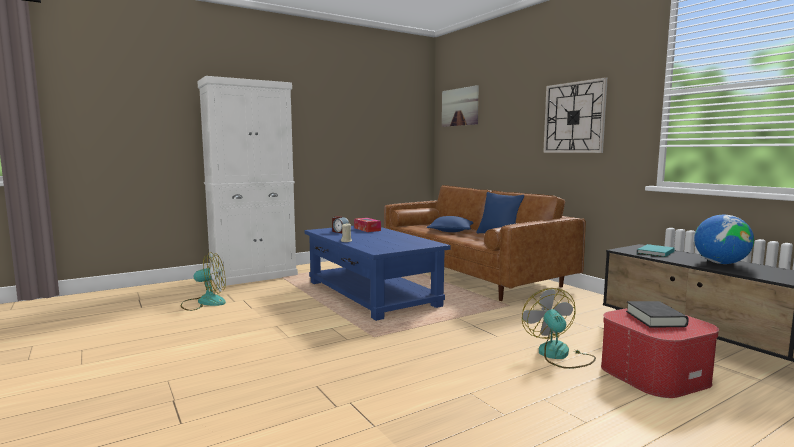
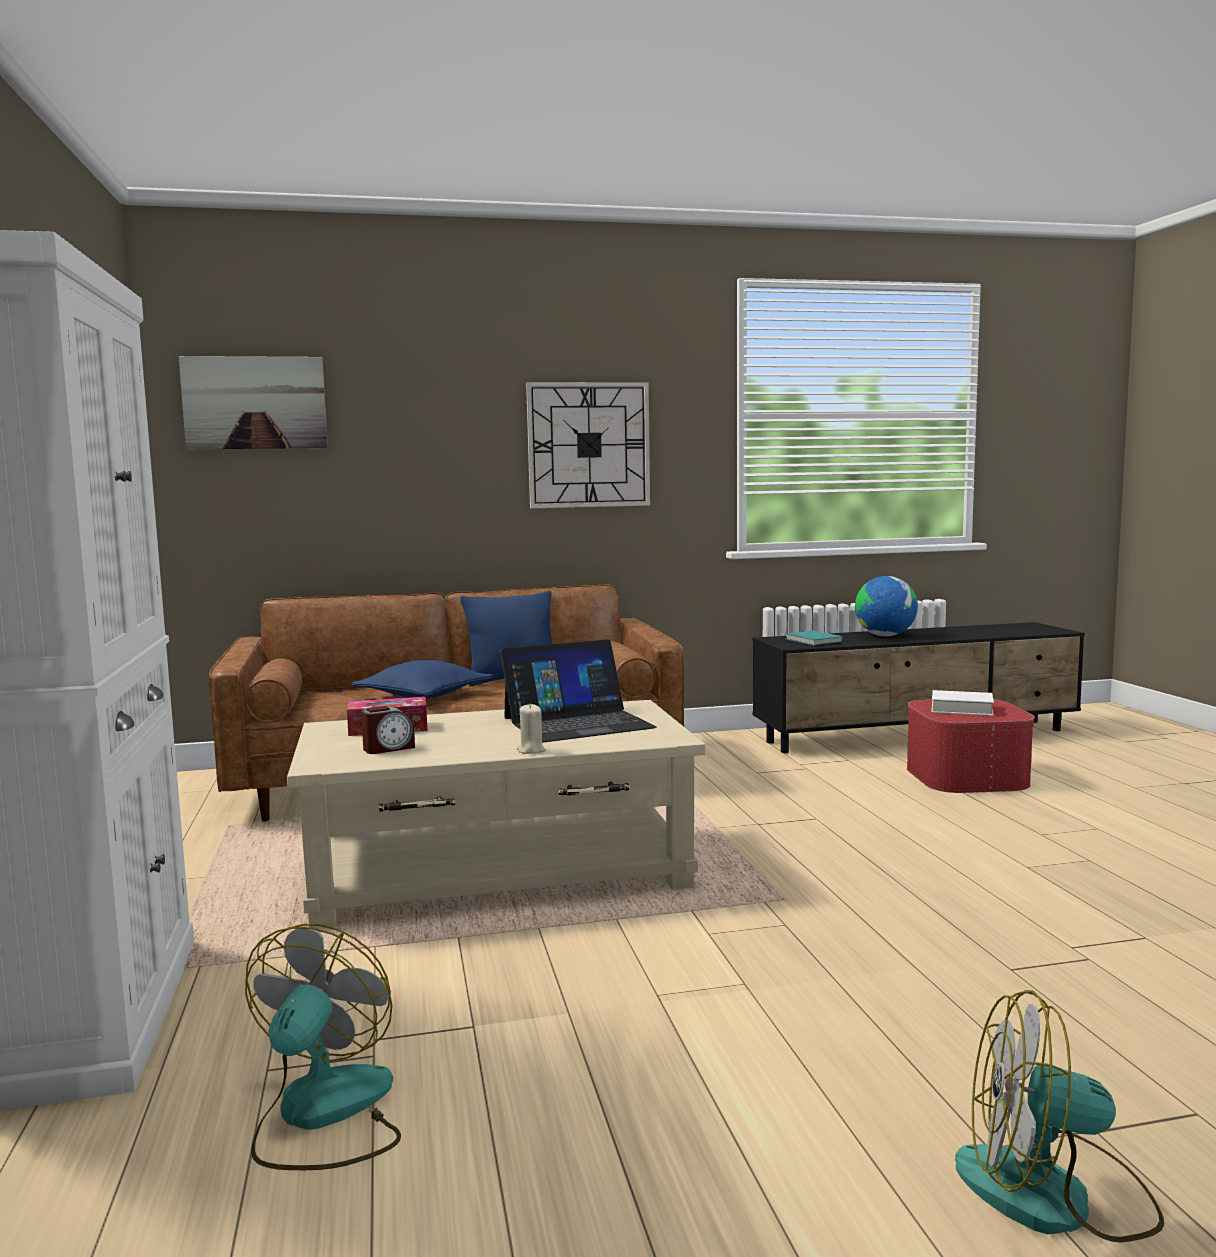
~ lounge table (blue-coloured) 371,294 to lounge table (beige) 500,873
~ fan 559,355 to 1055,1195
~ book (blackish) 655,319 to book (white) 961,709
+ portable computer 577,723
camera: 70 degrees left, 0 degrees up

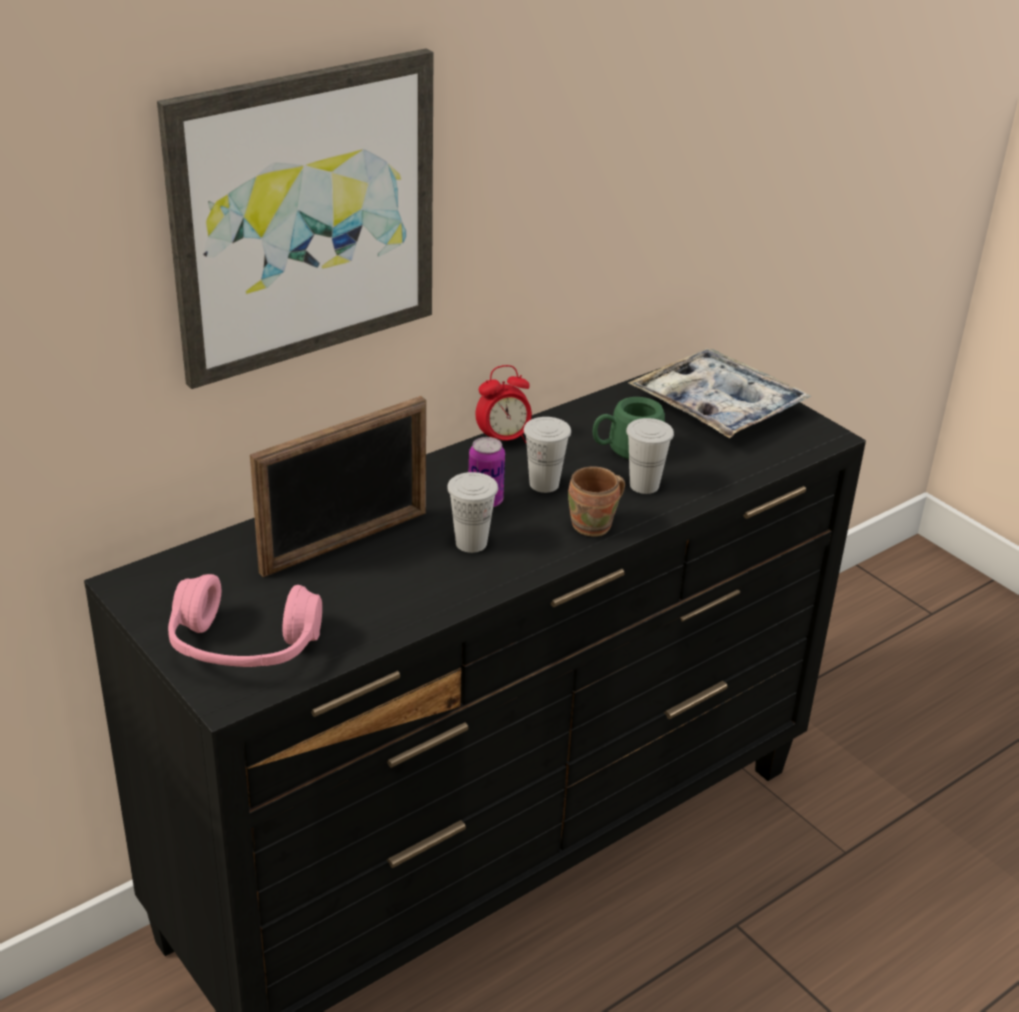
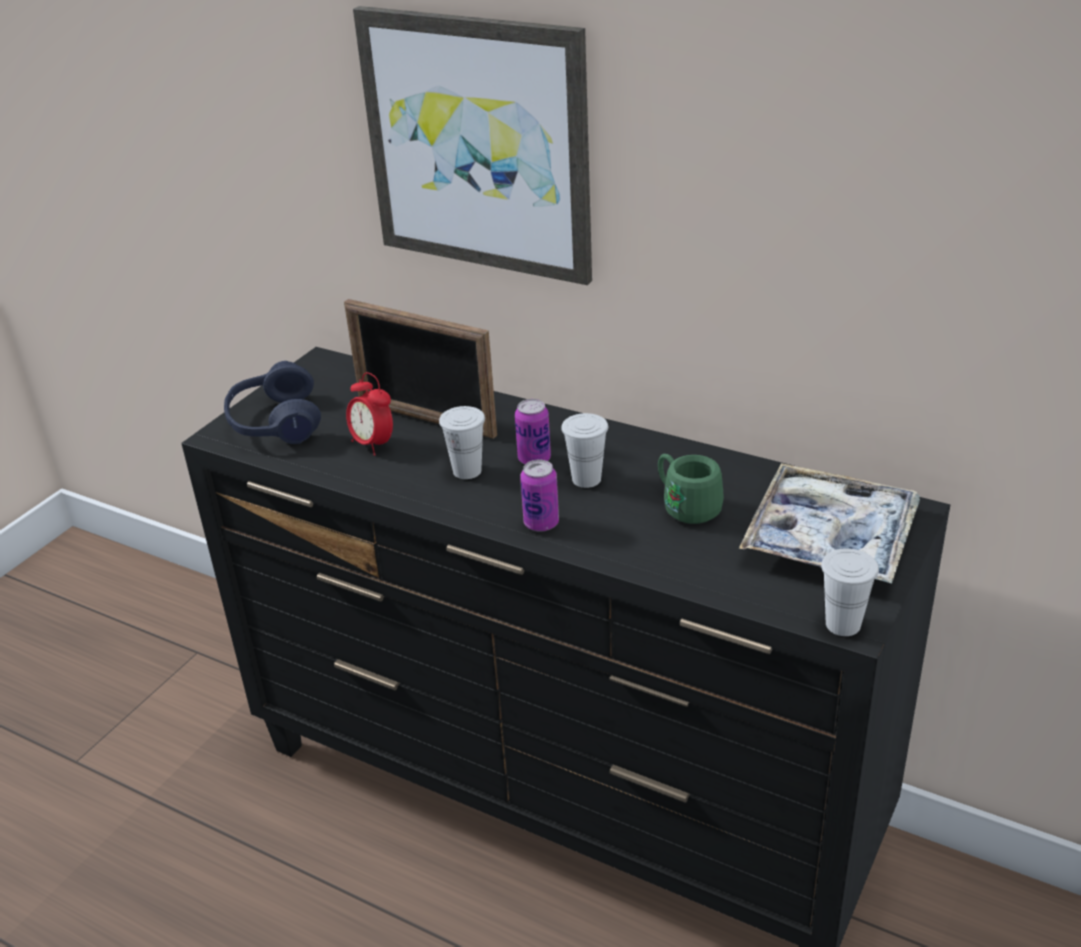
~ bedside clock 503,440 to 373,444
~ cup (white) 644,485 to 843,624
~ tea mug (brownish) 595,526 to metal can 541,523
~ headphones (pink-coloured) 243,647 to headphones (blue-coloured) 274,423
camera: 70 degrees right, 0 degrees up

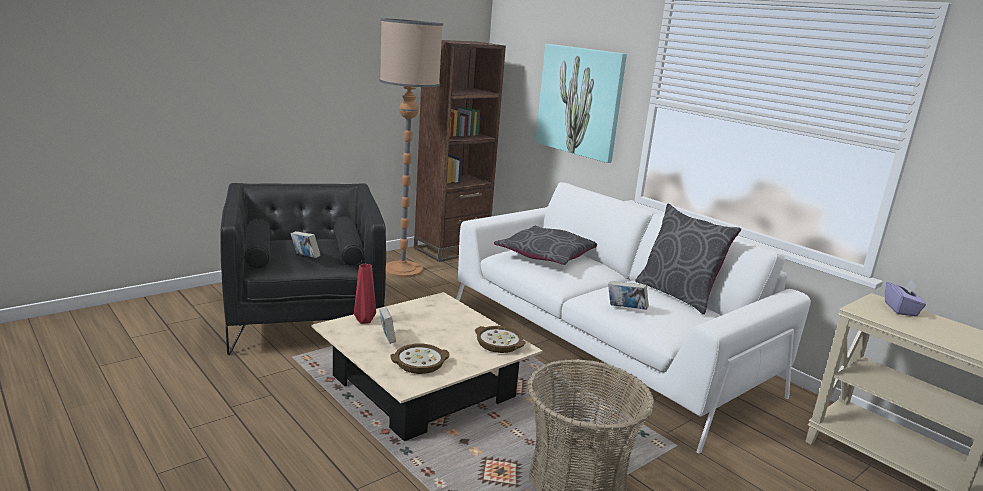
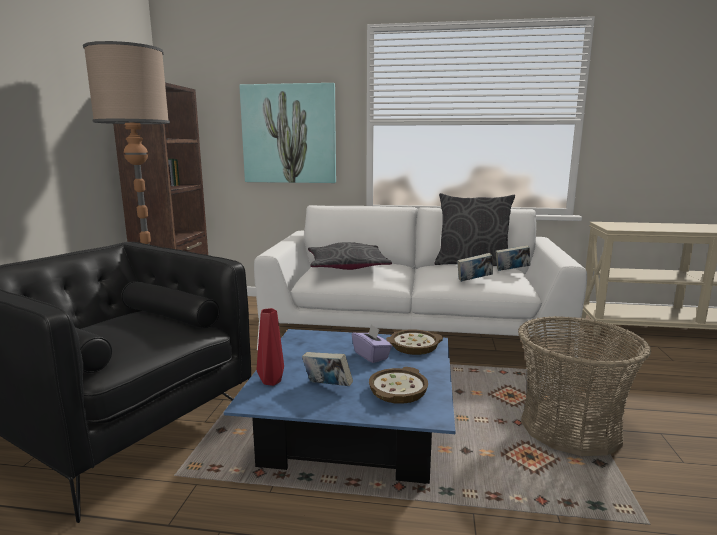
~ book 305,258 to 511,270
~ tissue holder (purple) 901,309 to 371,355
~ lounge table (beige) 424,387 to lounge table (blue-coloured) 355,426
camera: 40 degrees left, 5 degrees down

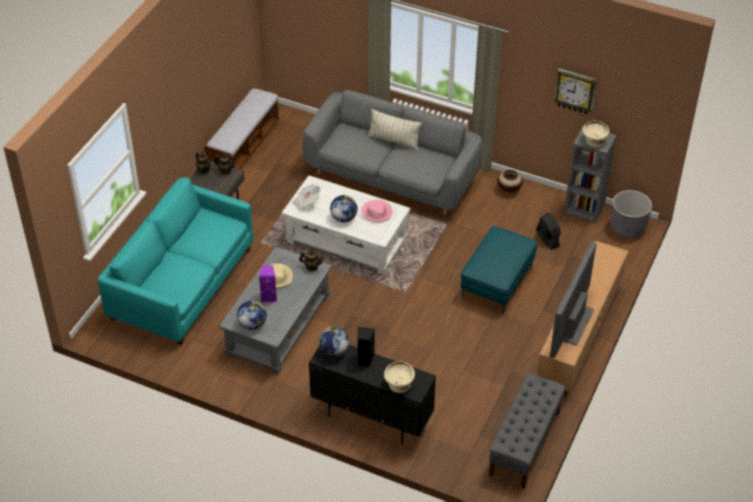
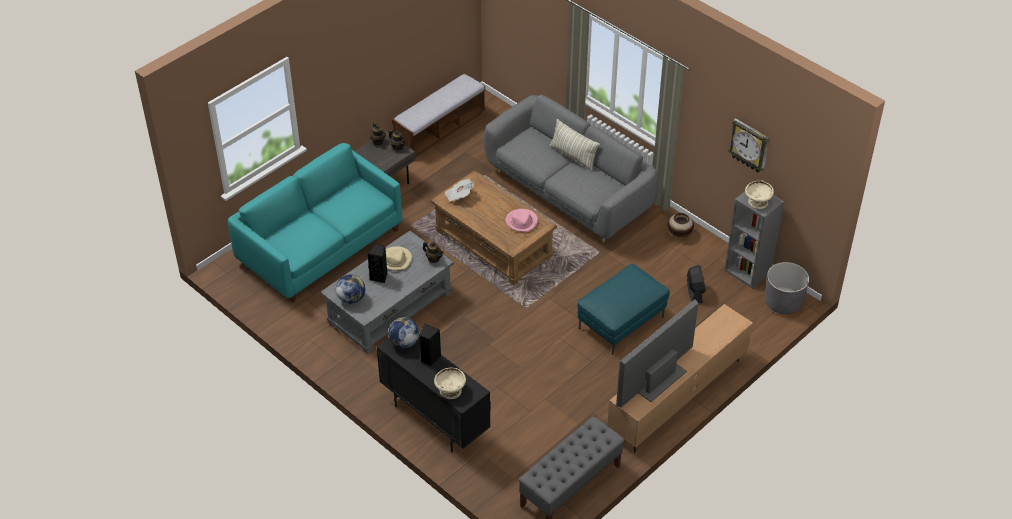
~ lounge table (white) 346,241 to lounge table (brownish) 493,244
- world globe 343,218
~ speaker (purple) 269,297 to speaker (blackish) 380,277
camera: 20 degrees right, 0 degrees up

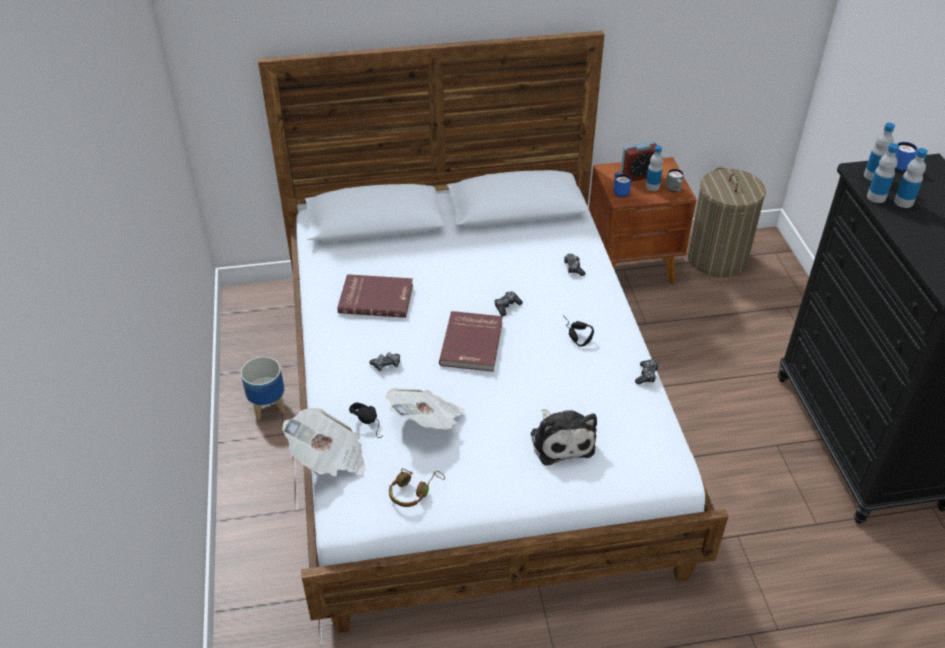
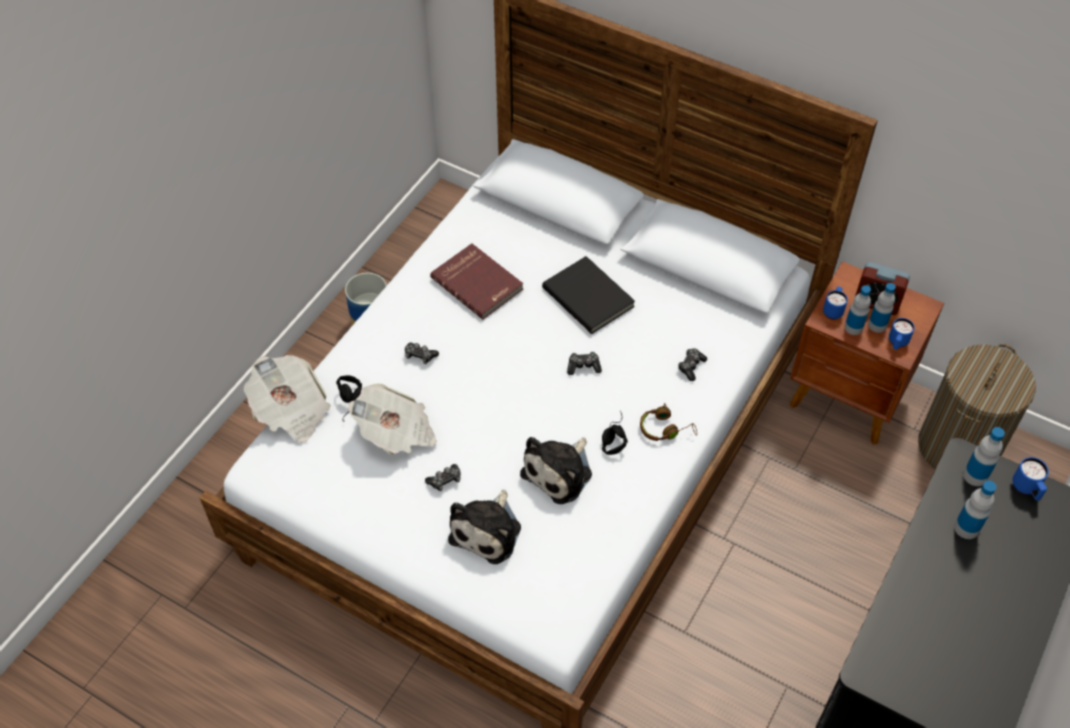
~ beverage bottle 876,197 to 853,327
~ tea mug (gray) 674,190 to tea mug (blue-coloured) 897,343
- book (reddish) 473,343
~ gamepad 646,375 to 445,480
~ headphones (brownish) 414,491 to 665,429
+ book (blackish) 589,296
+ soft toy 560,472
camera: 40 degrees right, 10 degrees up

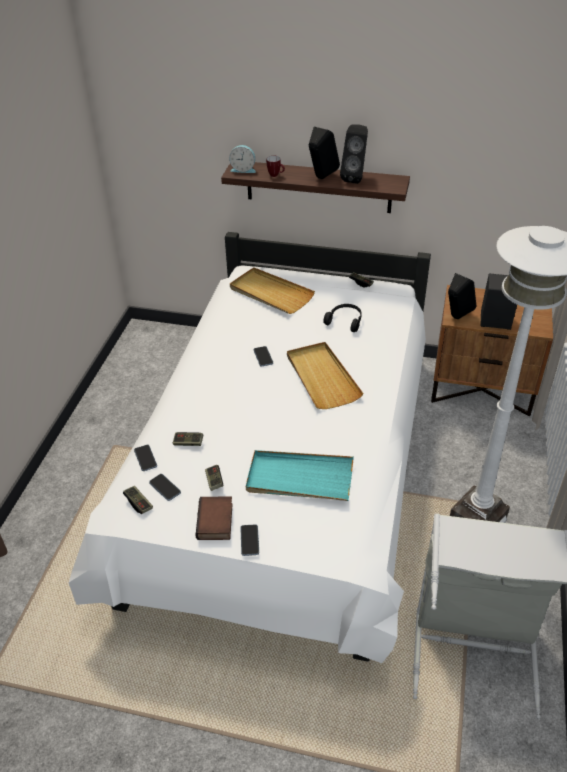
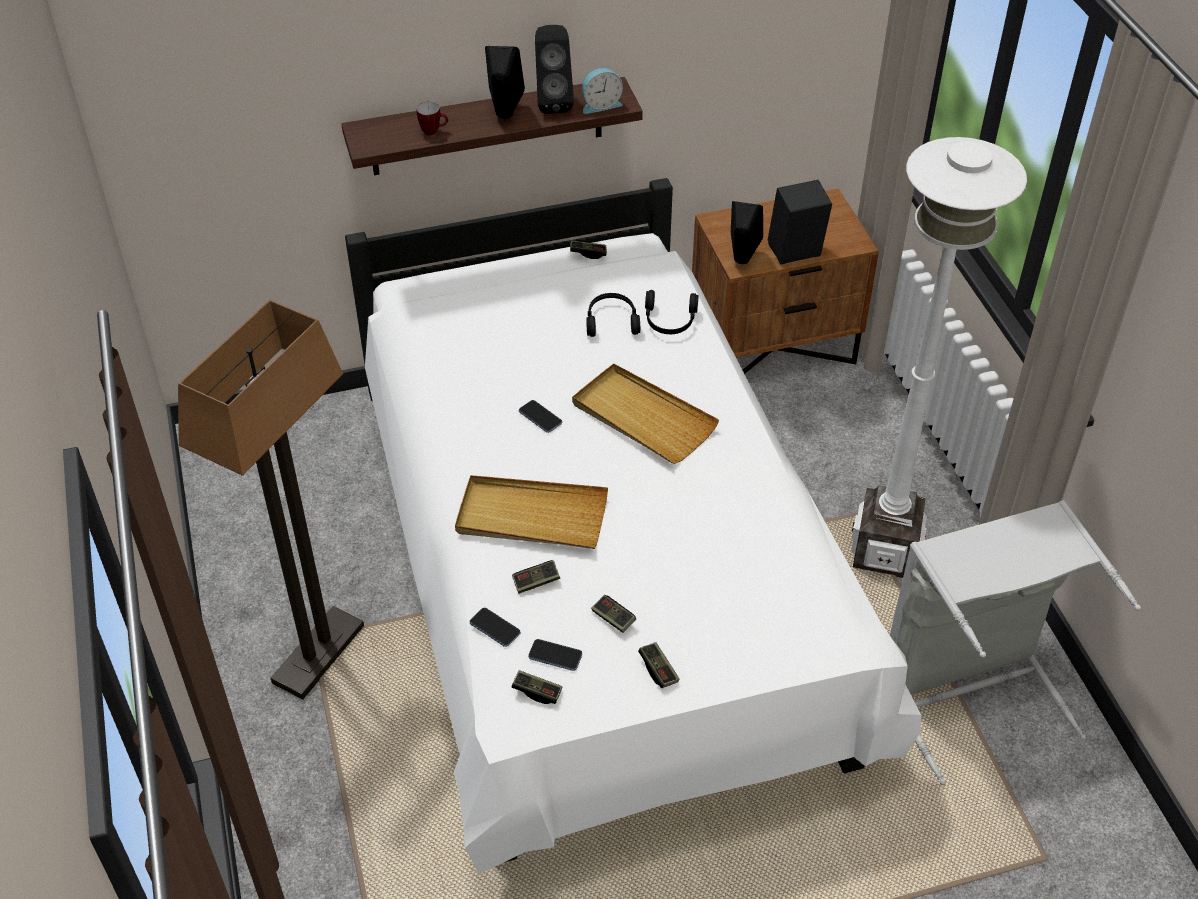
~ bedside clock 243,169 to 600,104
~ carrying tray (beige) 270,293 to 531,516
- carrying tray (blue-green) 299,478
~ book 216,522 to gamepad 658,670
- telephone 249,541
+ headphones (blackish) 669,321
+ standing lamp 318,653
camera: 30 degrees left, 5 degrees up

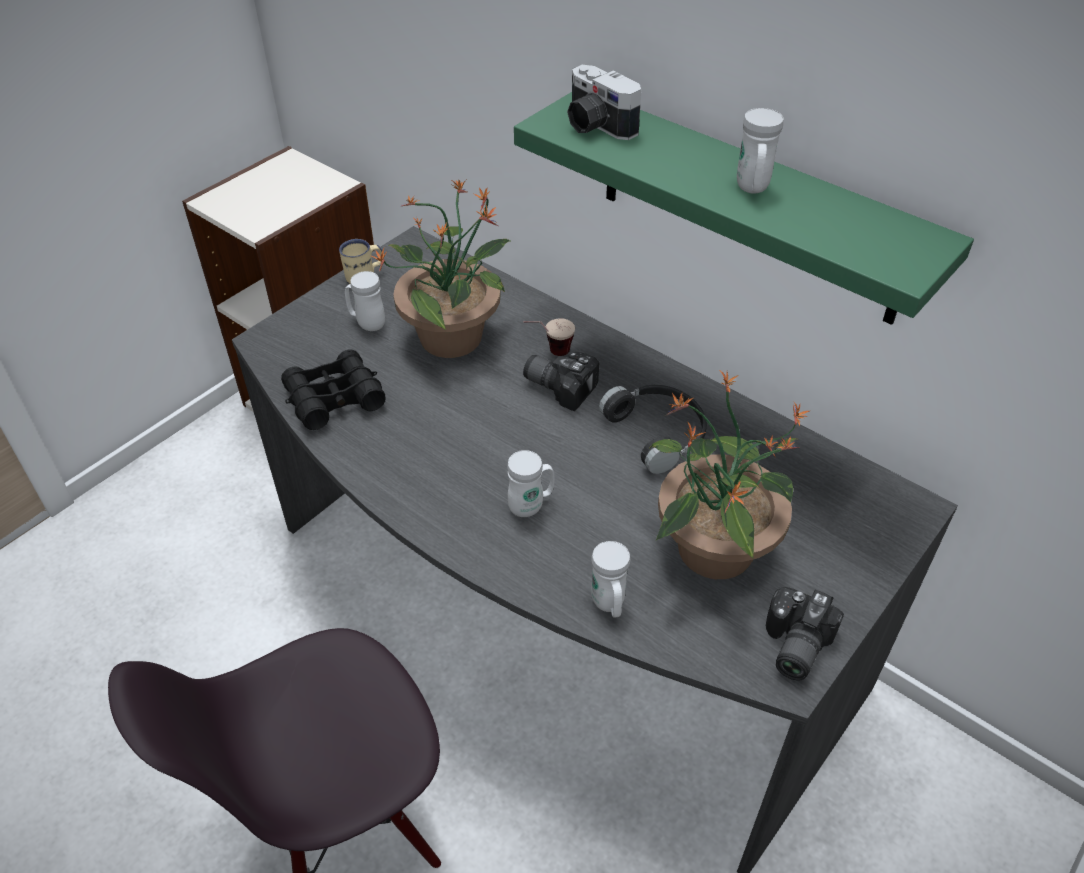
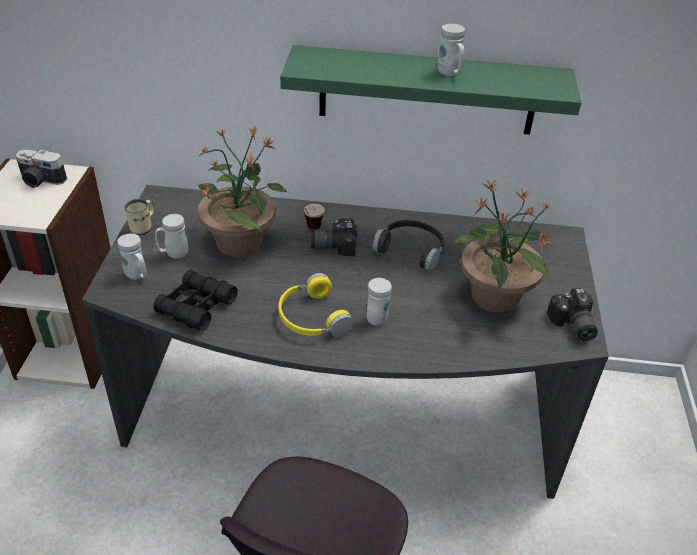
~ photo camera 595,126 to 40,181
~ tea mug (white) 609,605 to 137,276
+ headphones (yellowish) 311,318
camera: 35 degrees left, 5 degrees down

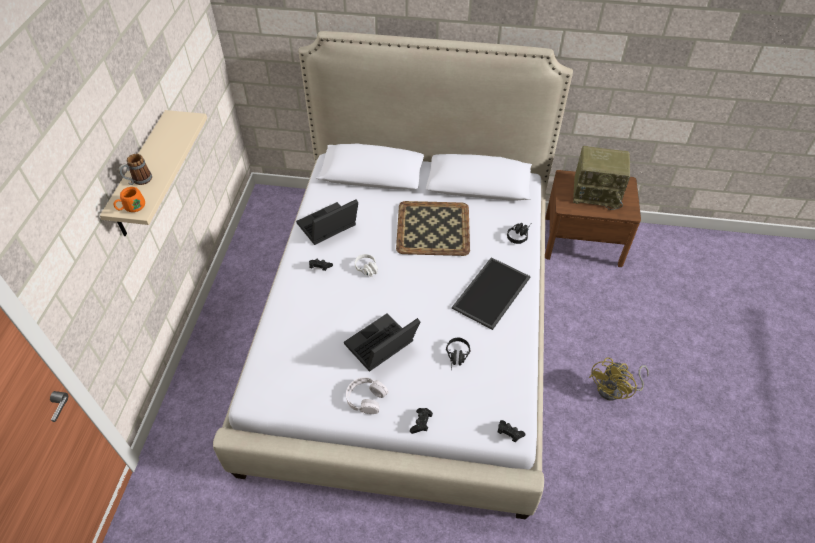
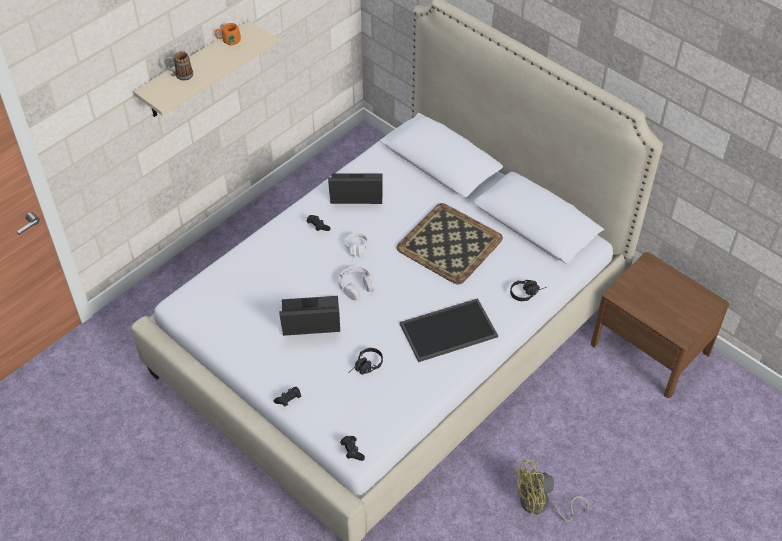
- radio 596,193
~ tea mug (orange-coloured) 131,208 to 228,41
~ headphones (white) 366,398 to 356,286
camera: 35 degrees right, 0 degrees up

